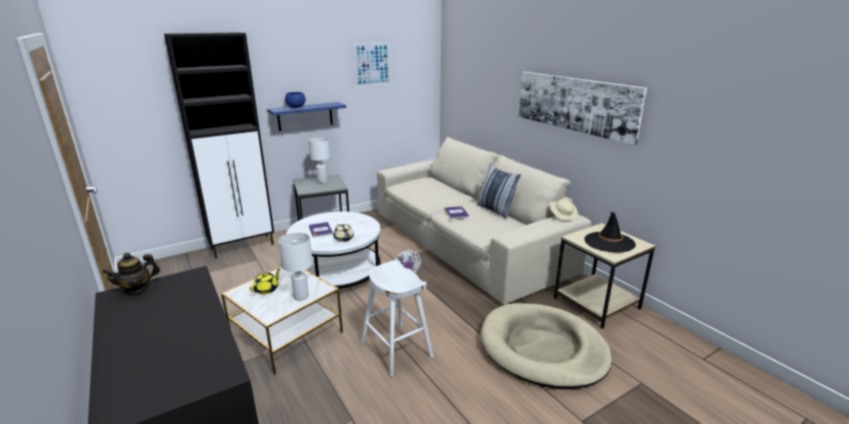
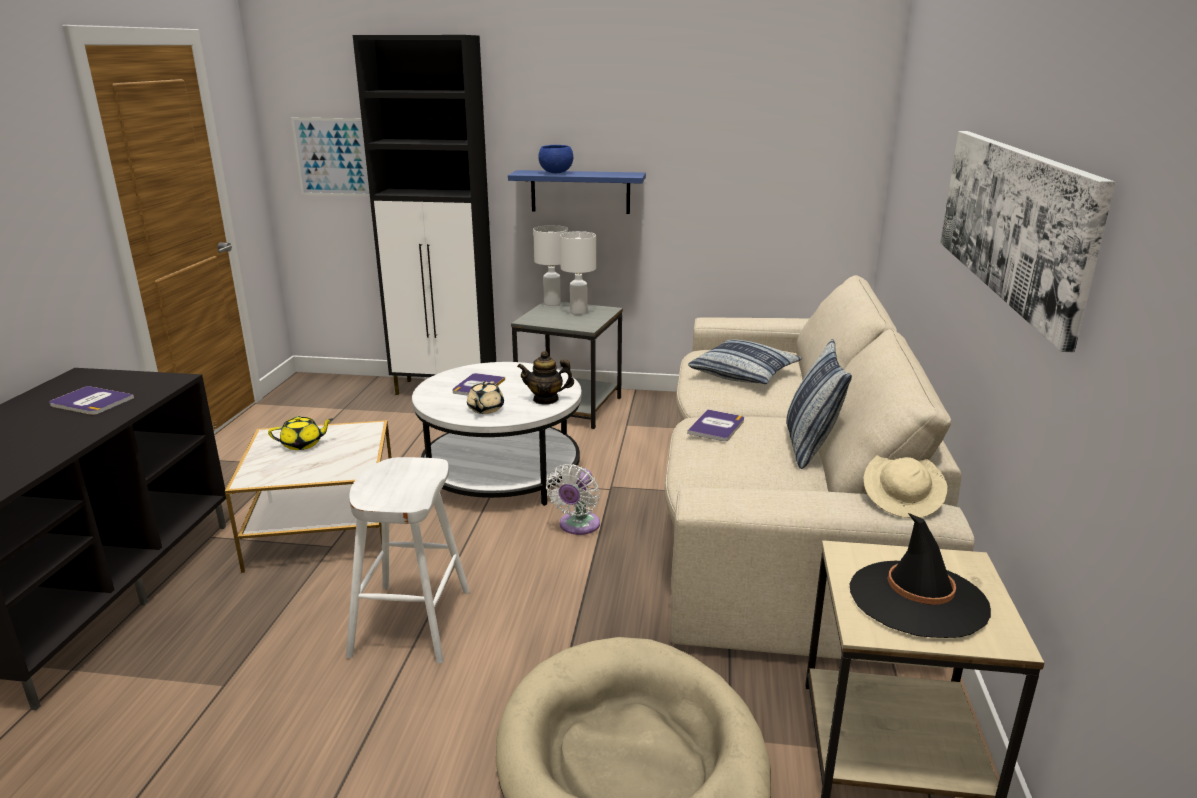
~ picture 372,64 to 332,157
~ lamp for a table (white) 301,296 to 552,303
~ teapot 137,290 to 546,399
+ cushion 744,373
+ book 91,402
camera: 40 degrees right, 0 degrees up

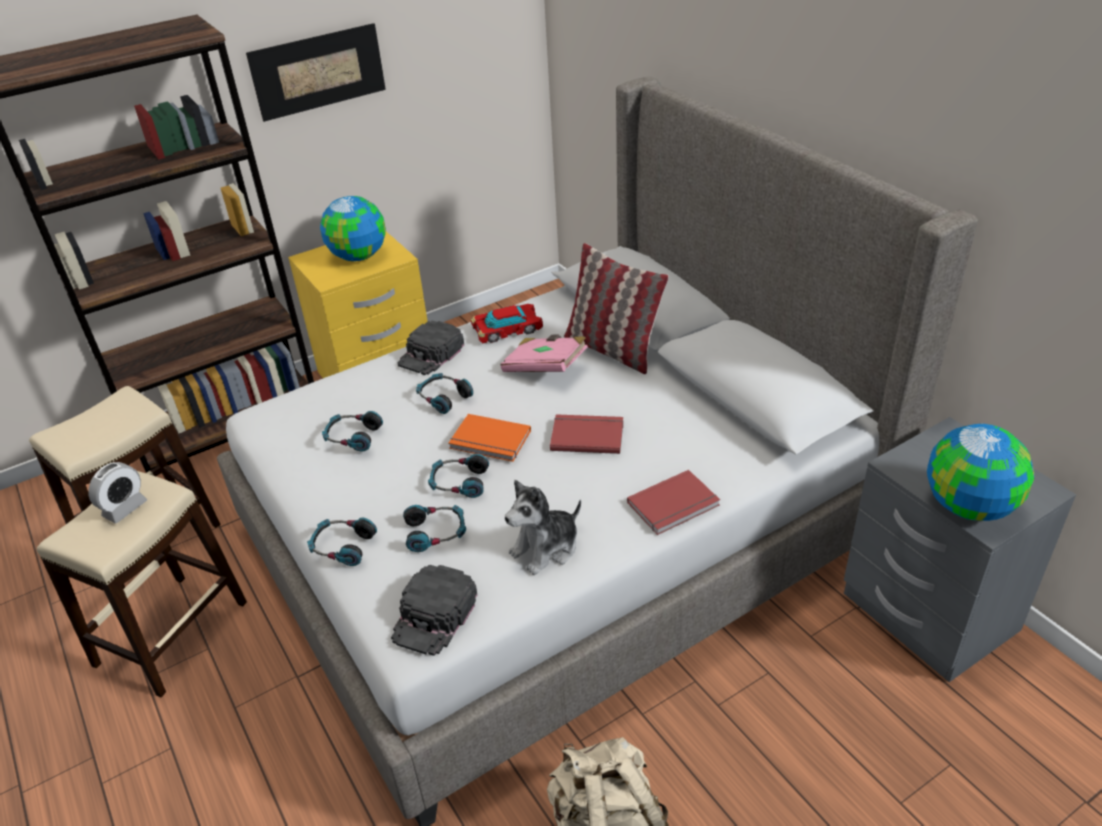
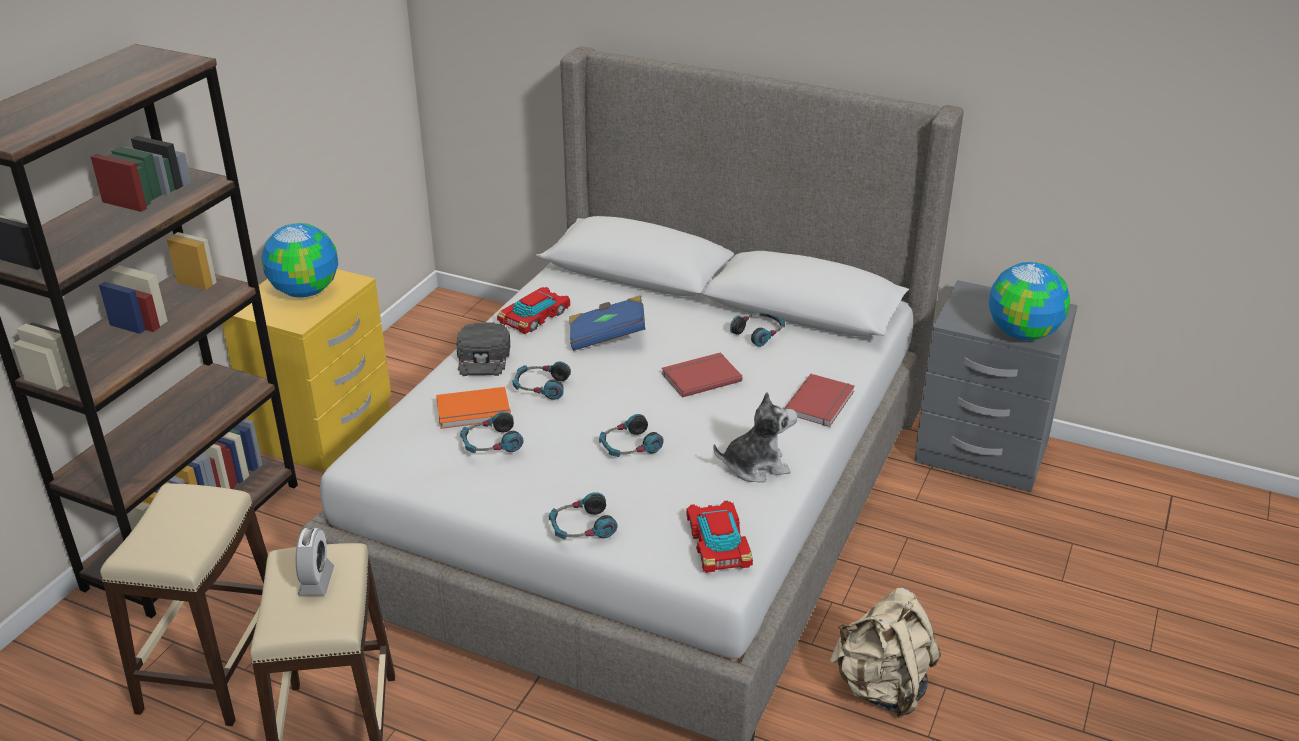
- picture 318,71
- cushion 612,349
~ book (pink-coloured) 545,367 to book (blue-coloured) 607,337
~ book (orange-coloured) 489,441 to 474,411
~ soft toy 546,548 = 755,466 120 degrees counterclockwise
~ headphones 436,533 to 759,333
~ peaked cap (blackish) 434,615 to toy car 719,543
camera: 35 degrees left, 5 degrees down

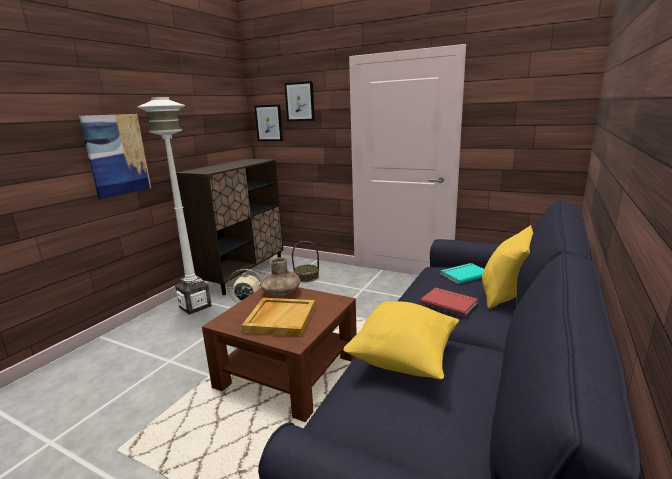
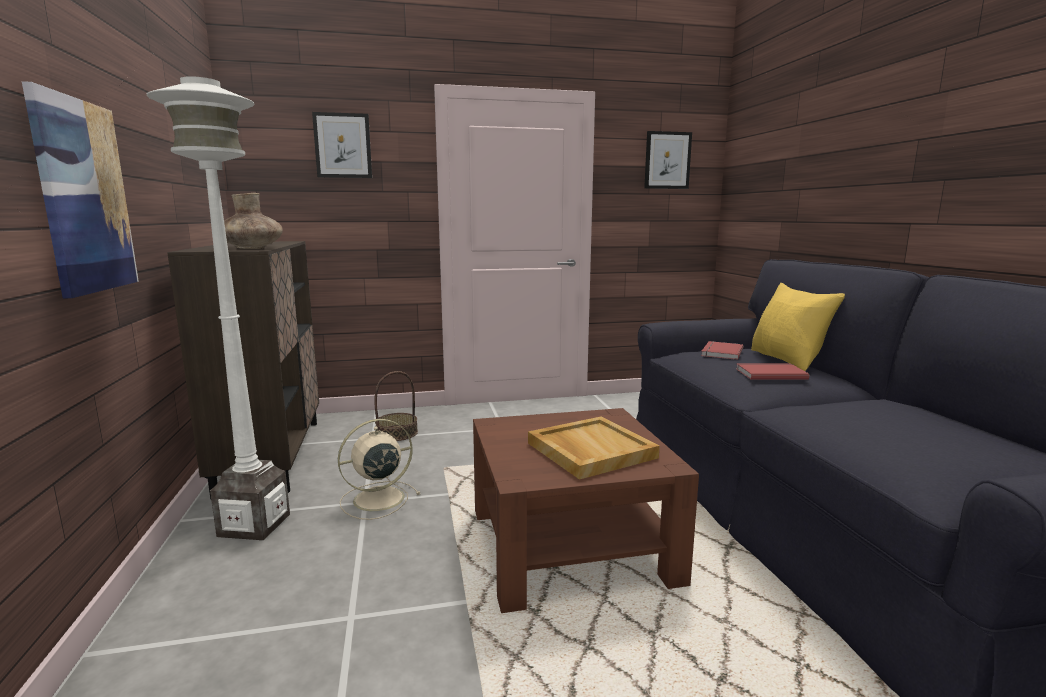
~ picture 269,123 to 667,160
~ decorative vase (brownish) 281,292 to 251,248
~ book (blue-green) 464,274 to book (reddish) 720,352
- cushion (yellowish) 404,358
camera: 40 degrees left, 5 degrees down

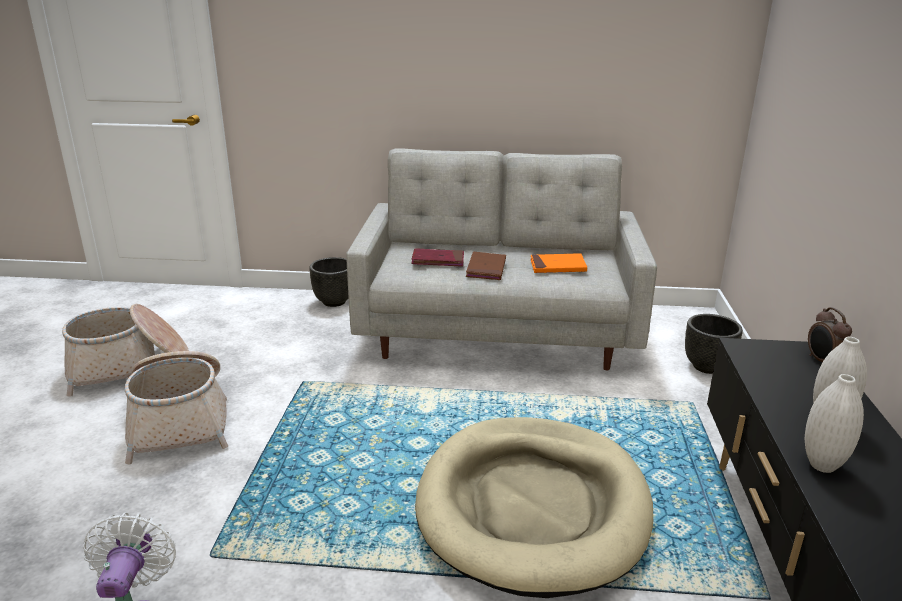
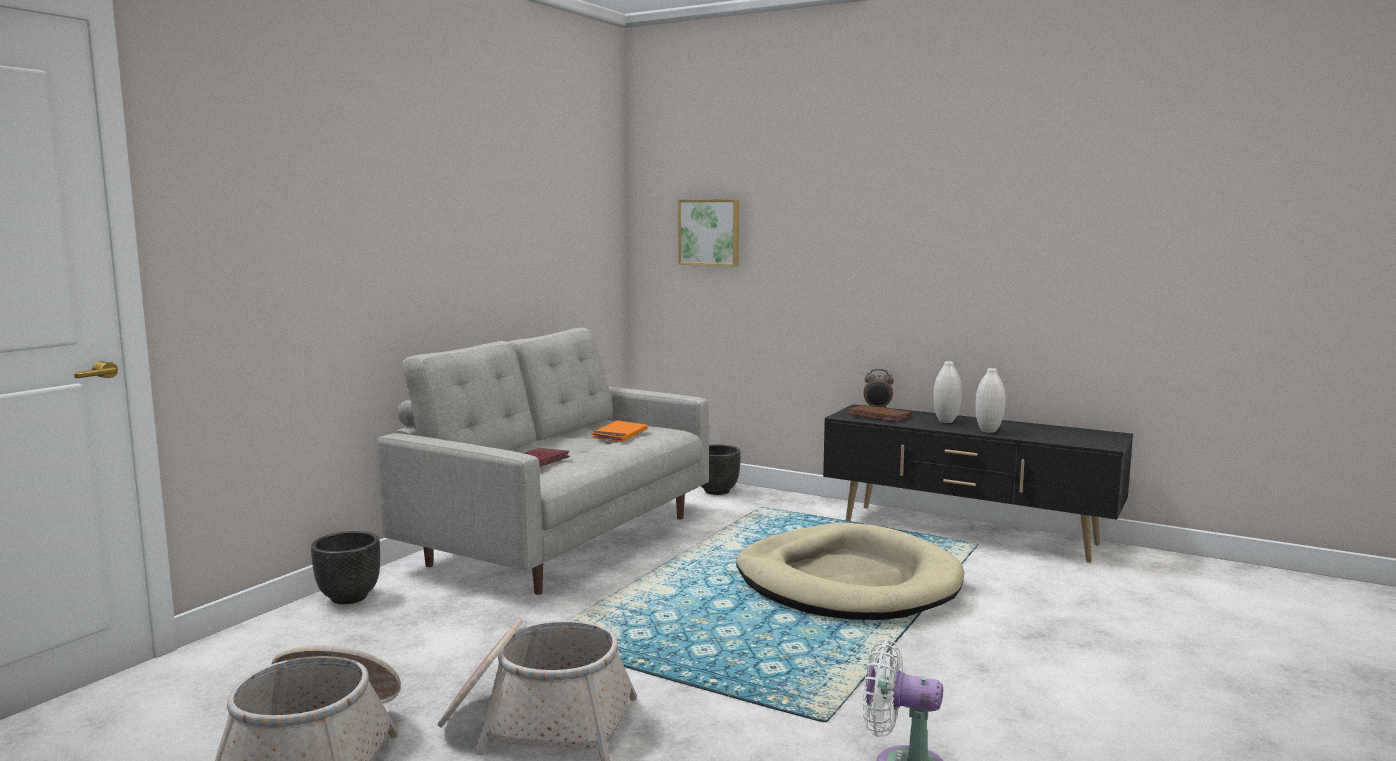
~ book (brownish) 486,269 to 879,416
+ picture 710,232
camera: 65 degrees left, 15 degrees down

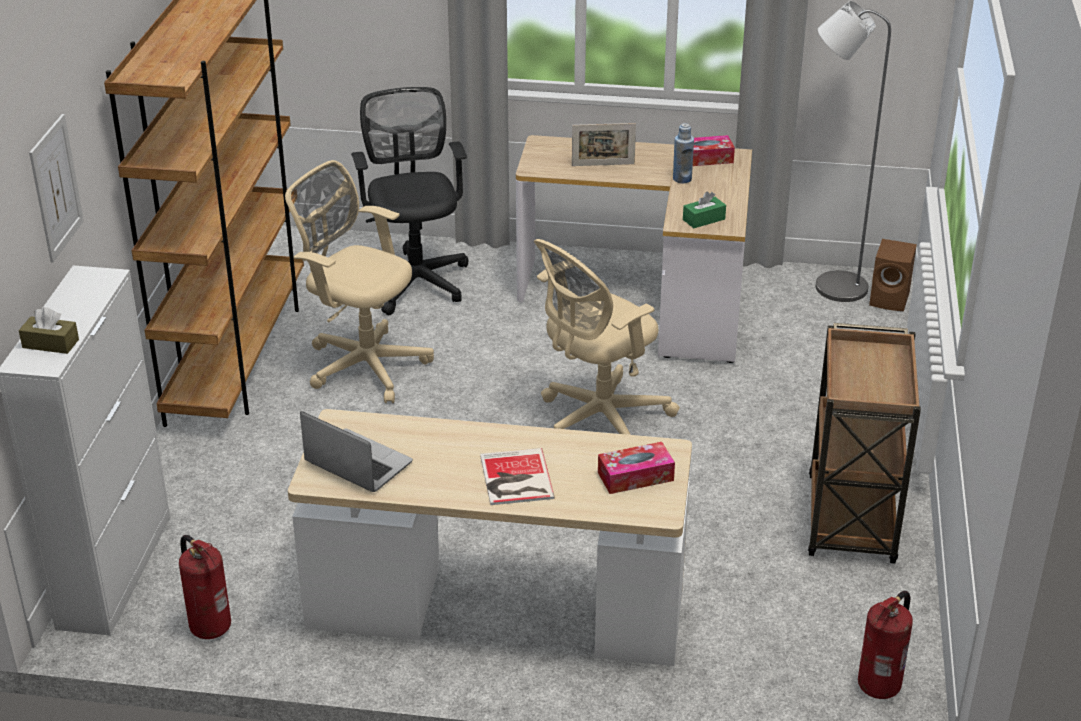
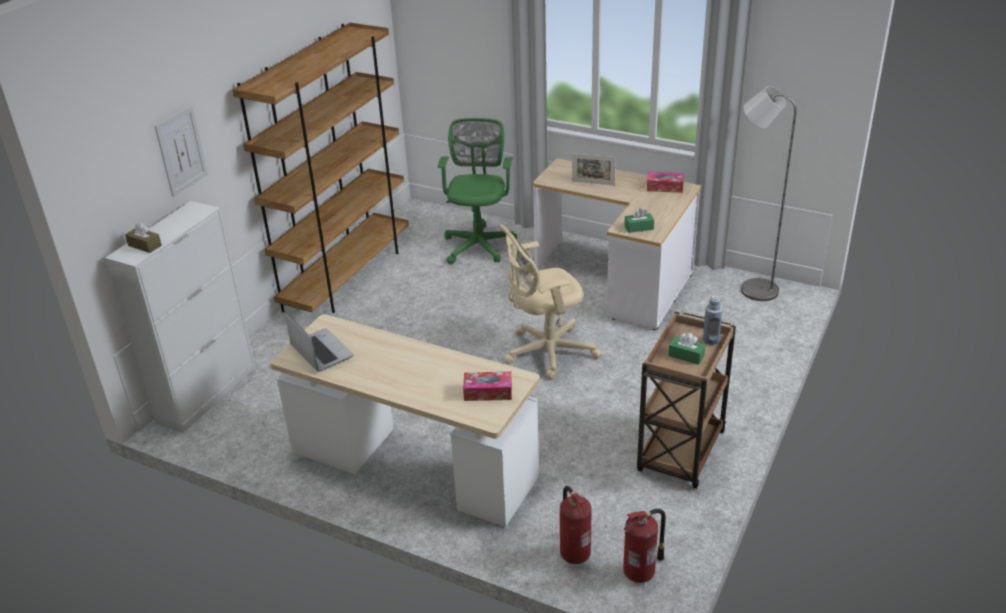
~ desk chair (blackish) 415,279 to desk chair (green) 479,244
~ beverage bottle (blue-coloured) 682,179 to 710,340
- desk chair (beige) 363,364
- speaker (brownish) 891,299
- book 515,479
~ fire-fighting cylinder 209,626 to 574,552
+ tissue holder (green) 686,355
camera: 20 degrees right, 0 degrees up

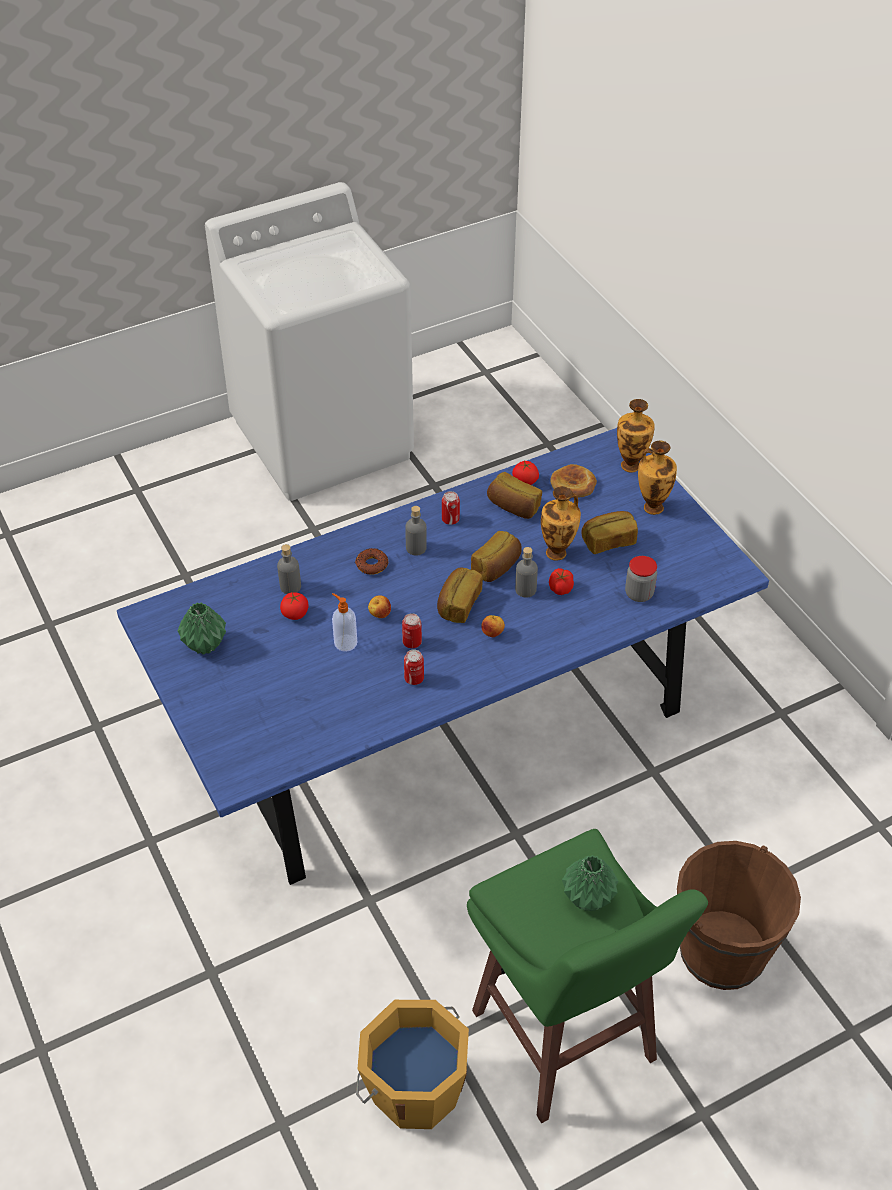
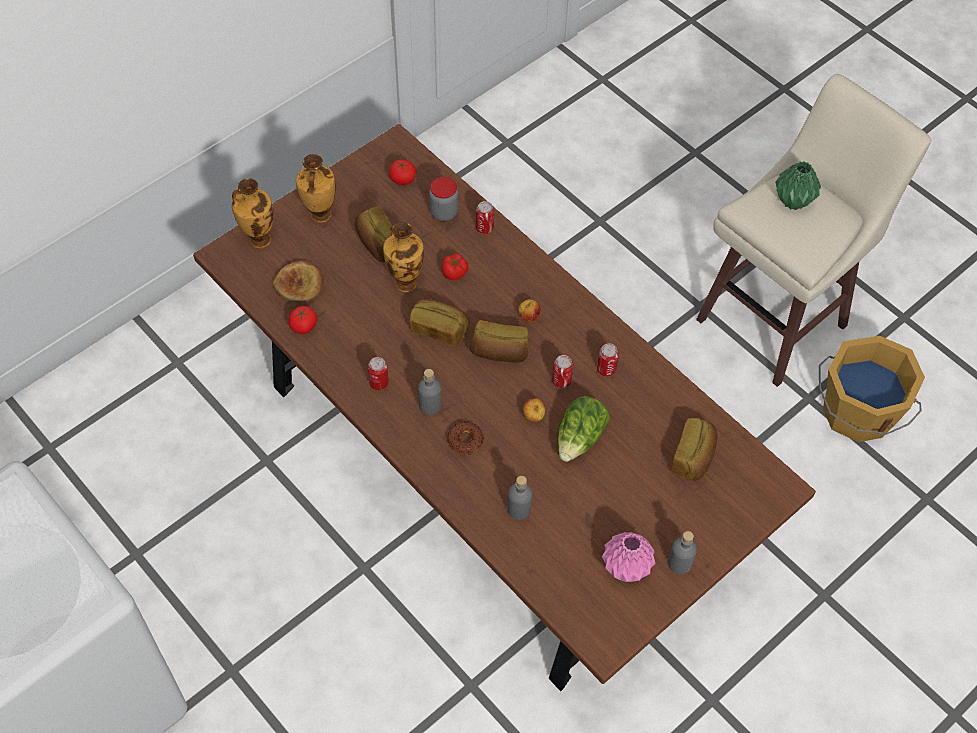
~ dinner table (blue-coloured) 446,721 to dinner table (brownish) 486,467
~ baked bread 513,507 to 693,457
~ beverage bottle (gray) 525,590 to 679,563
~ fresh tomato 295,614 to 403,179
~ soap dispenser 345,642 to lettuce 580,438
~ decorative vase (green) 204,645 to decorative vase (pink-coloured) 626,569
~ stool (green) 565,1041 to stool (beige) 775,321
- bucket (brownish) 722,951
+ metal can 484,228
camera: 105 degrees left, 10 degrees up

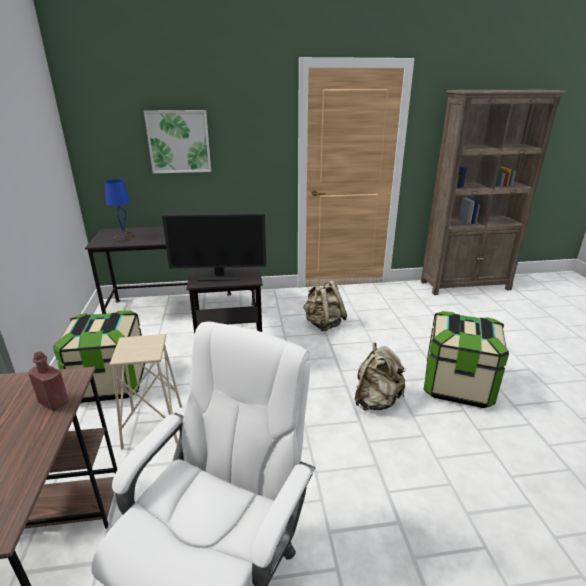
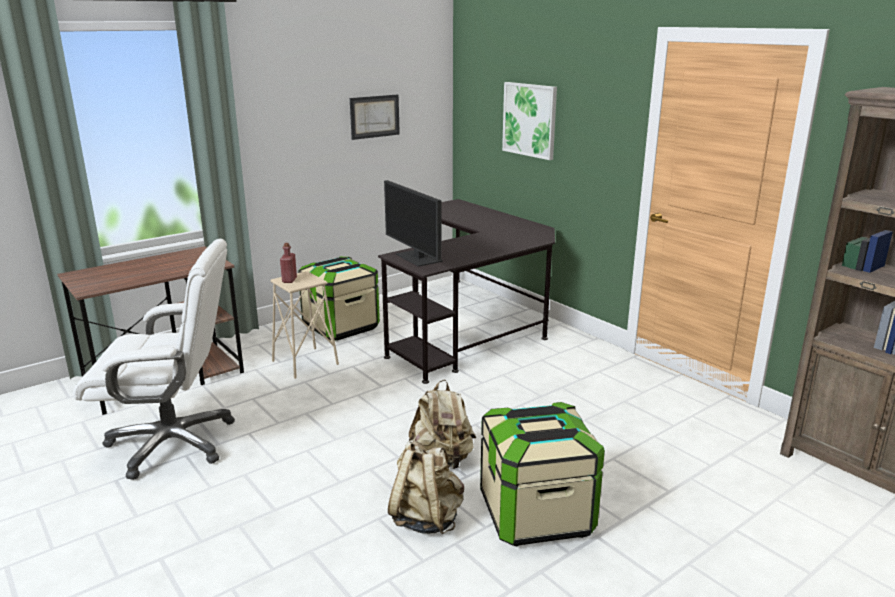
- lamp for a table (blue-coloured) 124,237
~ backpack (beige) 323,324 to 426,518
~ beverage bottle (reddish) 54,402 to 289,280
+ picture 374,116
camera: 60 degrees right, 5 degrees down

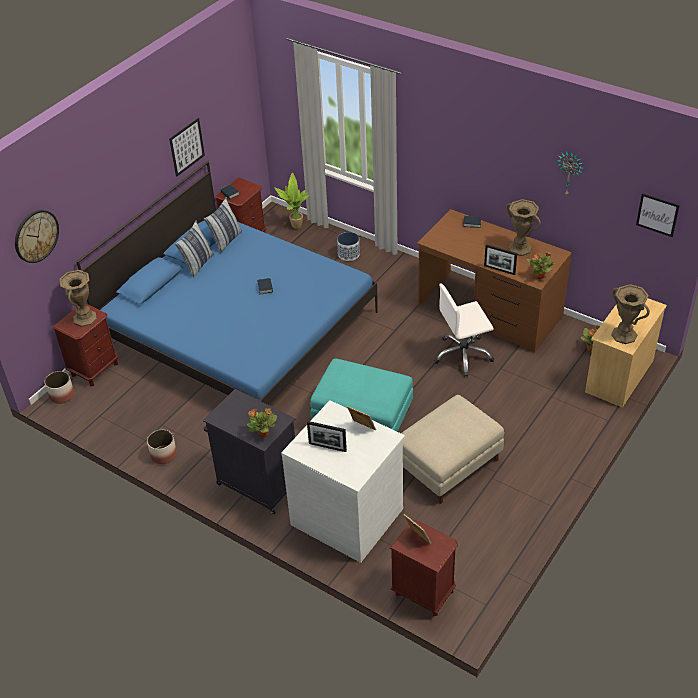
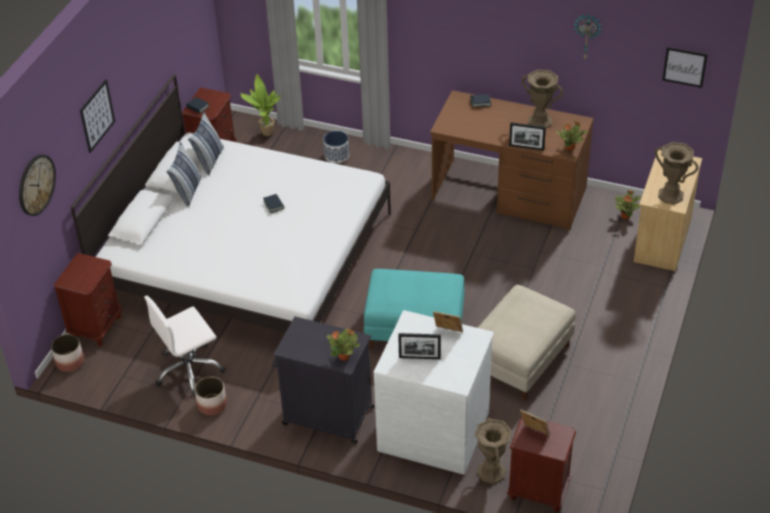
~ picture 187,147 to 97,115
~ bed (blue-coloured) 240,330 to bed (white) 246,257
~ decorative vase (brownish) 85,318 to 491,472
~ desk chair (white) 463,355 to 189,370
camera: 15 degrees left, 0 degrees up

